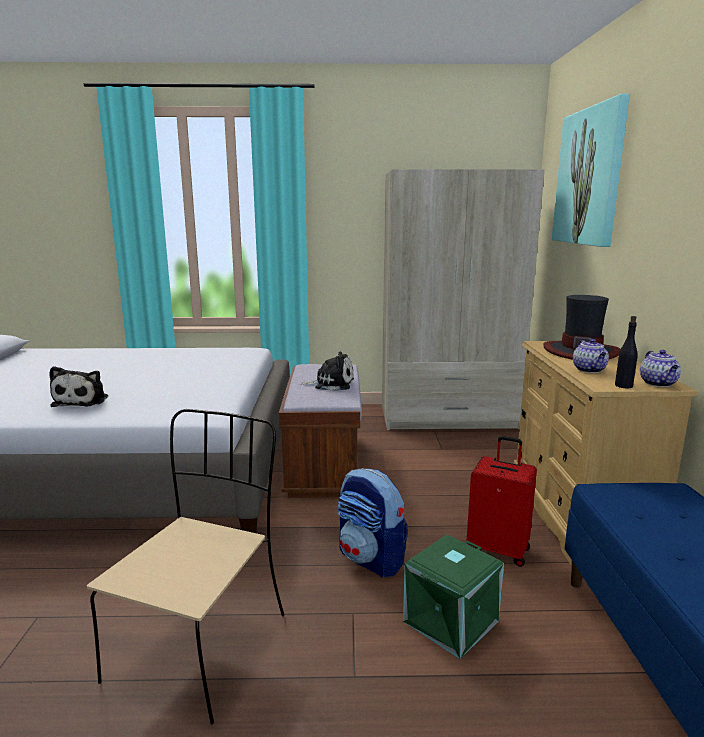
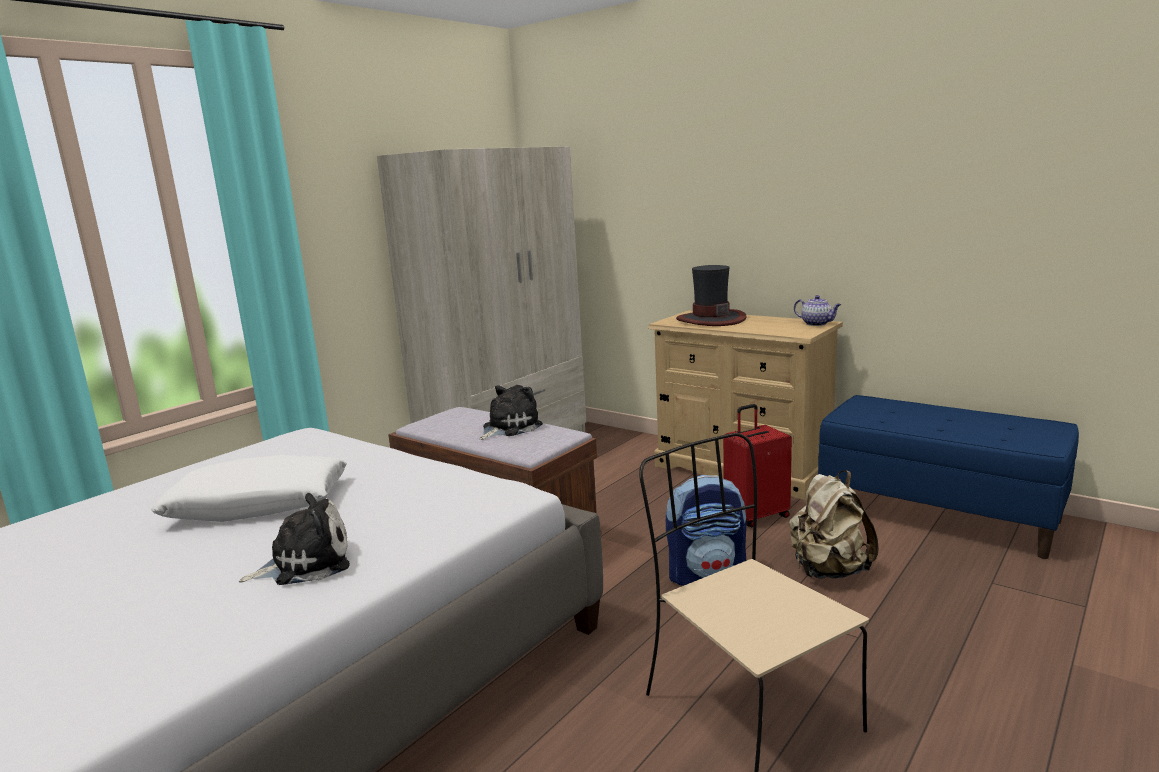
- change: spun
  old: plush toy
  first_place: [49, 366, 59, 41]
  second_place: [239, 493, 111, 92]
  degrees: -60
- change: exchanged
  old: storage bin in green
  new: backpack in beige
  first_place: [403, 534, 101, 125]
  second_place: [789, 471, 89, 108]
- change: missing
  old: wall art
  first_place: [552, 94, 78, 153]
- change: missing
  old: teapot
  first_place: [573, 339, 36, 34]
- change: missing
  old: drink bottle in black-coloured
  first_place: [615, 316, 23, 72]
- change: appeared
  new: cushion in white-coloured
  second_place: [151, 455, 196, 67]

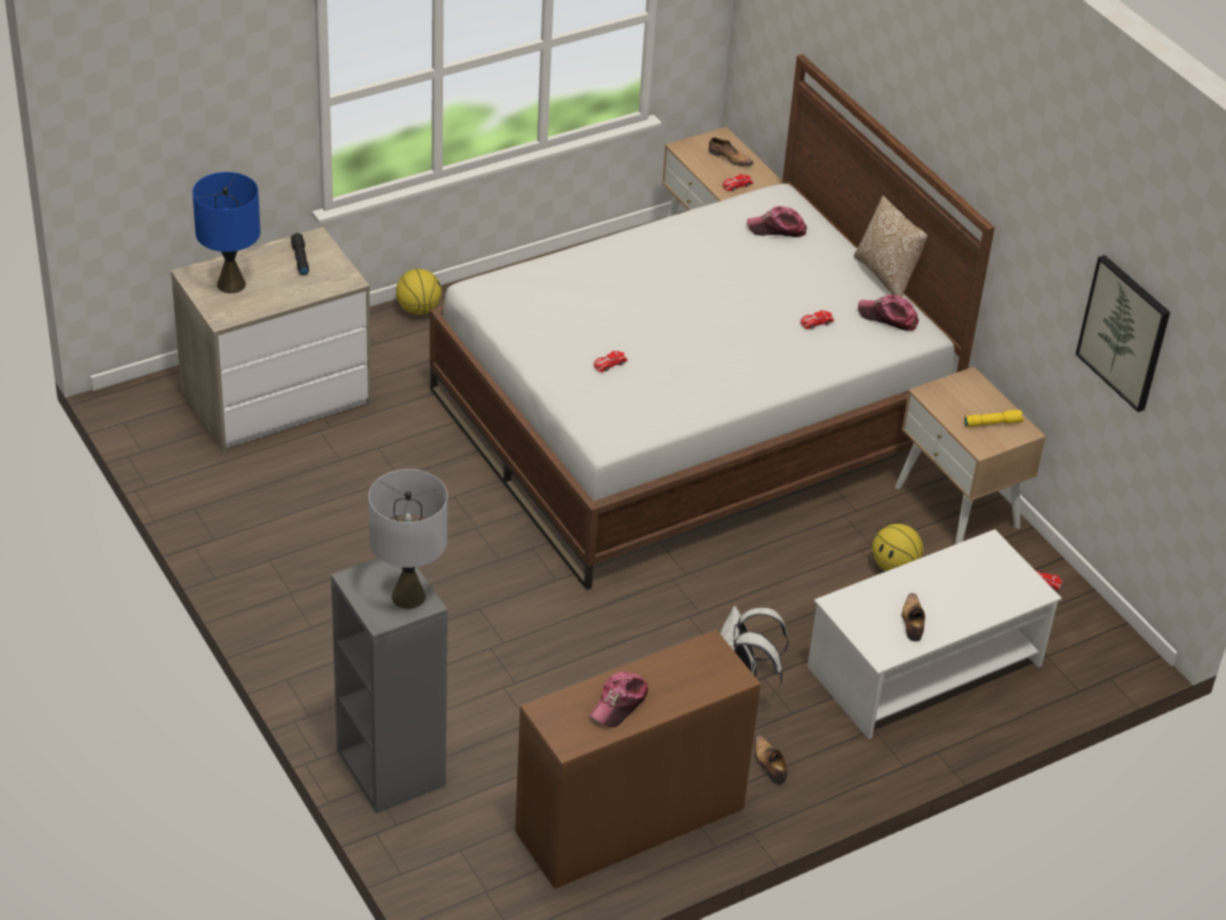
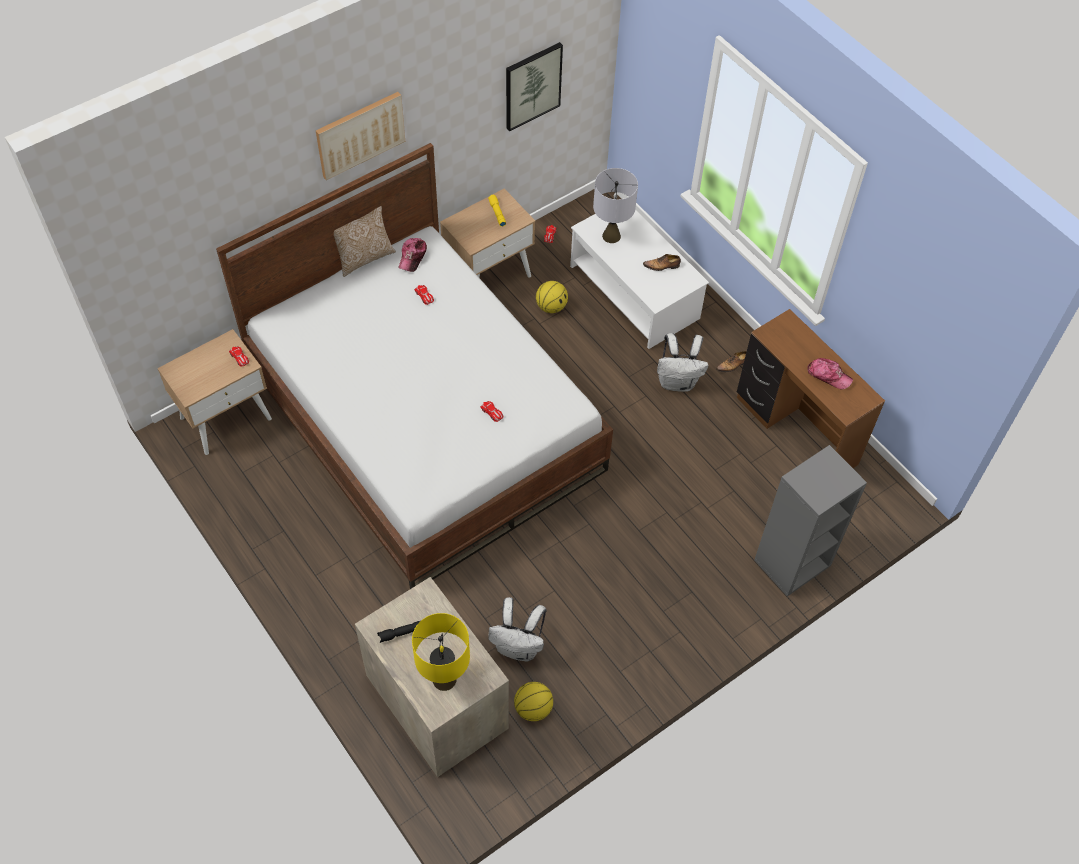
- change: colour
  old: tabletop lamp in bluish
  new: tabletop lamp in yellow-coloured
  first_place: [192, 172, 69, 121]
  second_place: [412, 613, 58, 78]
- change: relocated
  old: tabletop lamp in greyish
  first_place: [369, 469, 79, 140]
  second_place: [593, 168, 45, 75]
- change: relocated
  old: basketball ball
  first_place: [396, 269, 46, 46]
  second_place: [514, 682, 39, 39]
- change: missing
  old: low shoe
  first_place: [709, 137, 44, 29]
- change: missing
  old: peaked cap
  first_place: [747, 206, 60, 31]
- change: appeared
  new: wall art
  second_place: [316, 92, 89, 88]
- change: appeared
  new: backpack in white-coloured
  second_place: [488, 597, 59, 65]

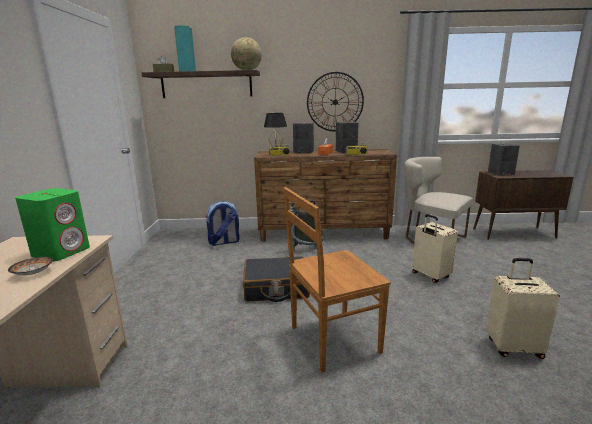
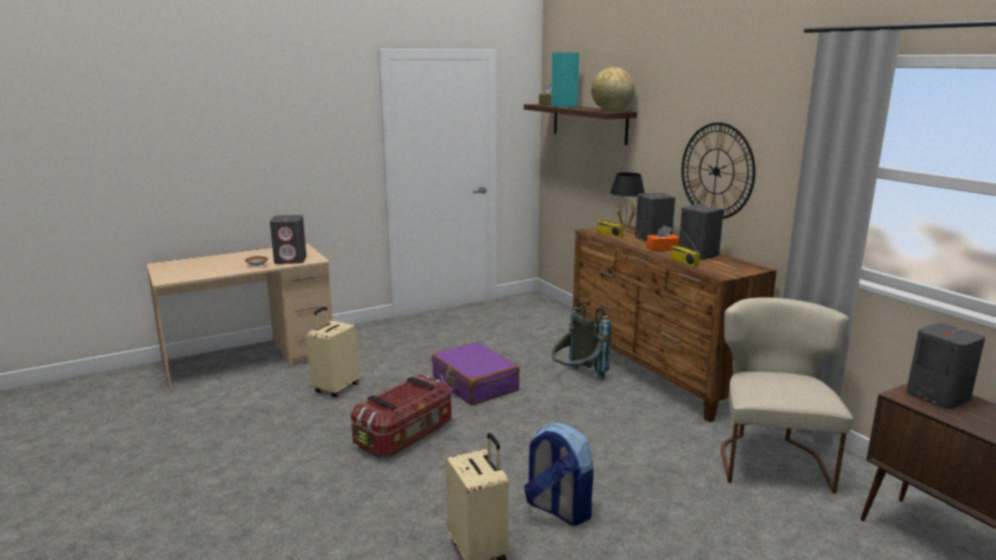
- change: colour
  old: speaker in green
  new: speaker in greyish
  first_place: [15, 188, 75, 74]
  second_place: [270, 215, 37, 49]
- change: relocated
  old: backpack
  first_place: [206, 201, 34, 45]
  second_place: [524, 423, 69, 103]
- change: colour
  old: travel case in black-coloured
  new: travel case in purple-coloured
  first_place: [243, 256, 67, 46]
  second_place: [432, 342, 88, 64]
- change: exchanged
  old: chair in brown-coloured
  new: storage bin
  first_place: [284, 187, 107, 186]
  second_place: [351, 374, 101, 84]
- change: relocated
  old: travel case in beige
  first_place: [412, 214, 46, 69]
  second_place: [307, 307, 52, 90]

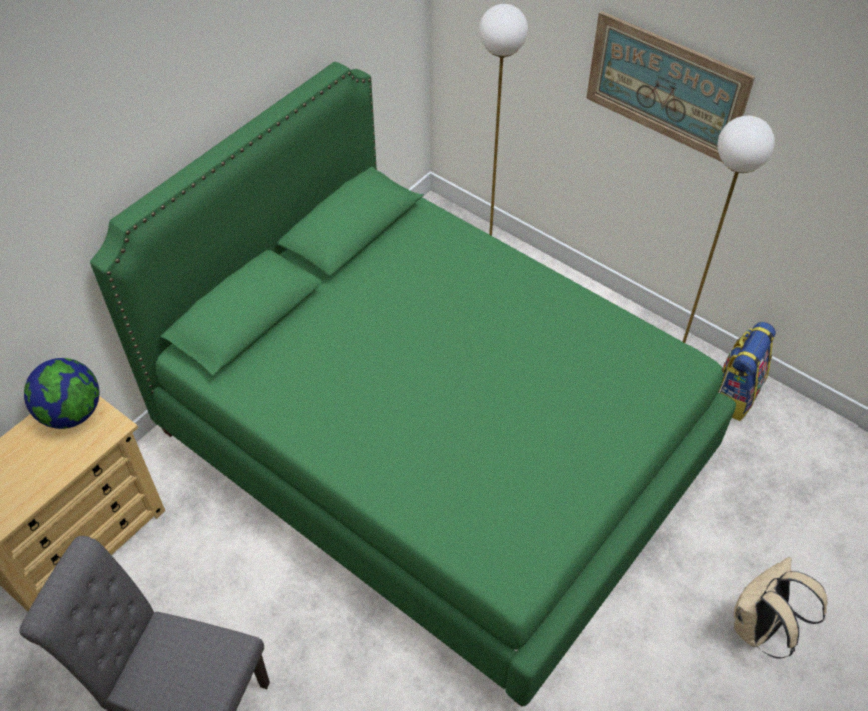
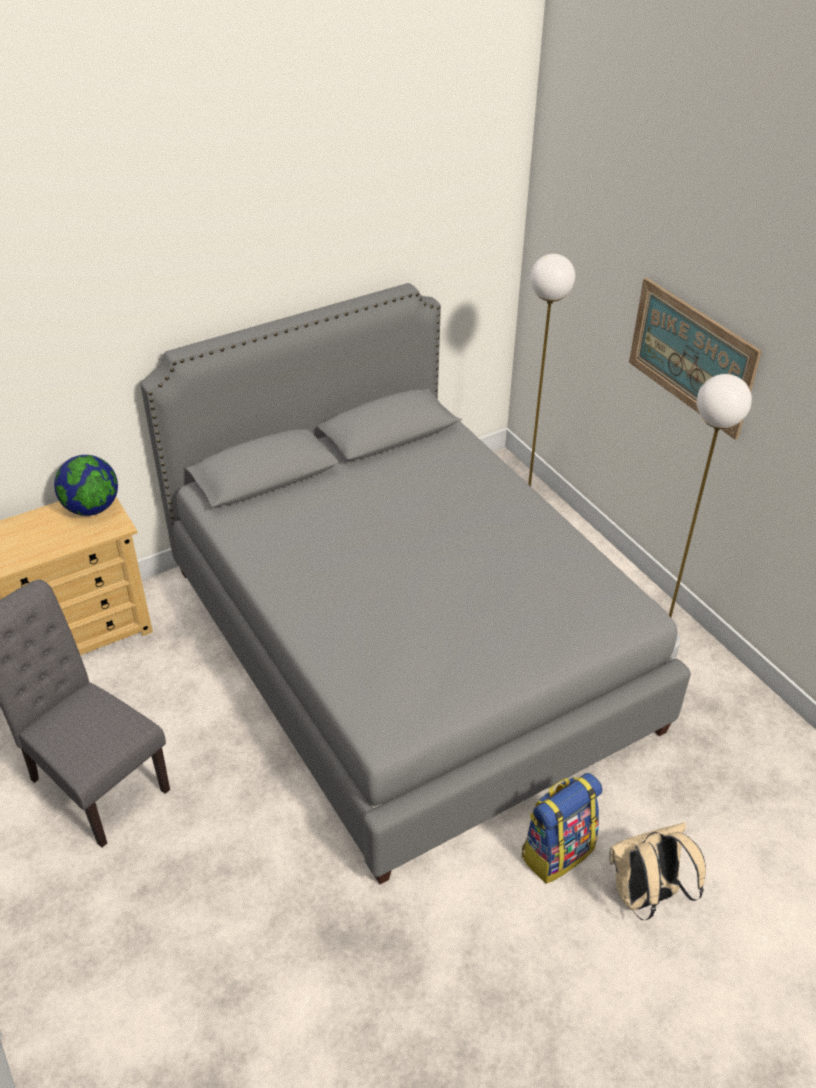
- change: colour
  old: bed in green
  new: bed in greyish
  first_place: [90, 62, 646, 645]
  second_place: [140, 283, 551, 601]
- change: relocated
  old: backpack
  first_place: [717, 322, 59, 99]
  second_place: [522, 773, 80, 111]

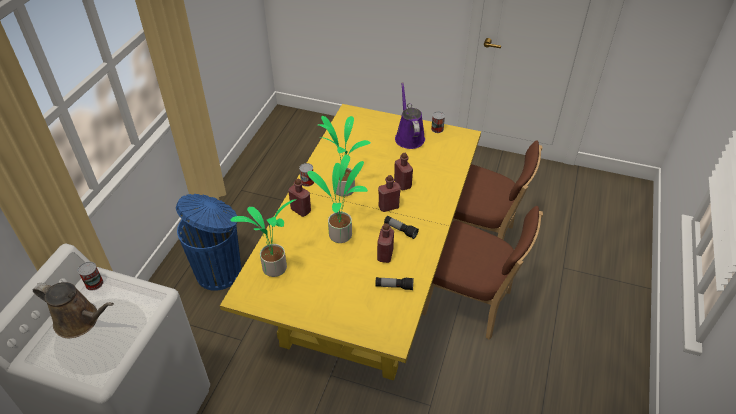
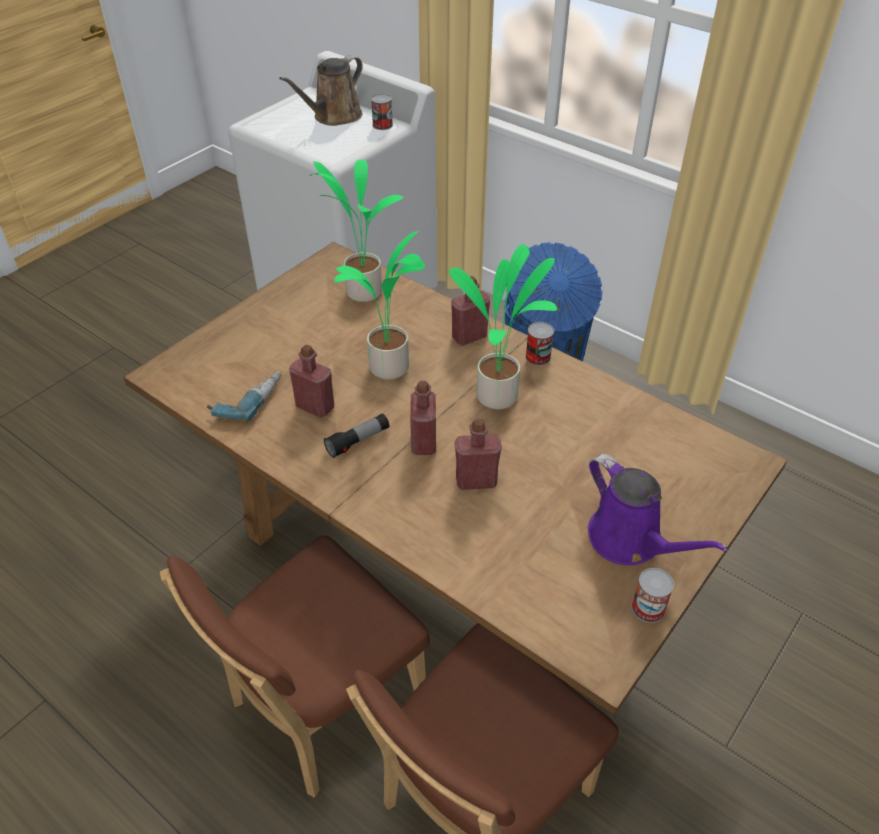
- change: colour
  old: dining table in yellow-coloured
  new: dining table in brown-coloured
  first_place: [220, 104, 261, 276]
  second_place: [123, 242, 664, 473]
- change: exchanged
  old: hand torch
  new: power drill
  first_place: [375, 277, 39, 13]
  second_place: [207, 371, 74, 51]
- change: spun
  old: watering can in purple-coloured
  first_place: [395, 82, 30, 67]
  second_place: [588, 454, 140, 111]
  degrees: 45

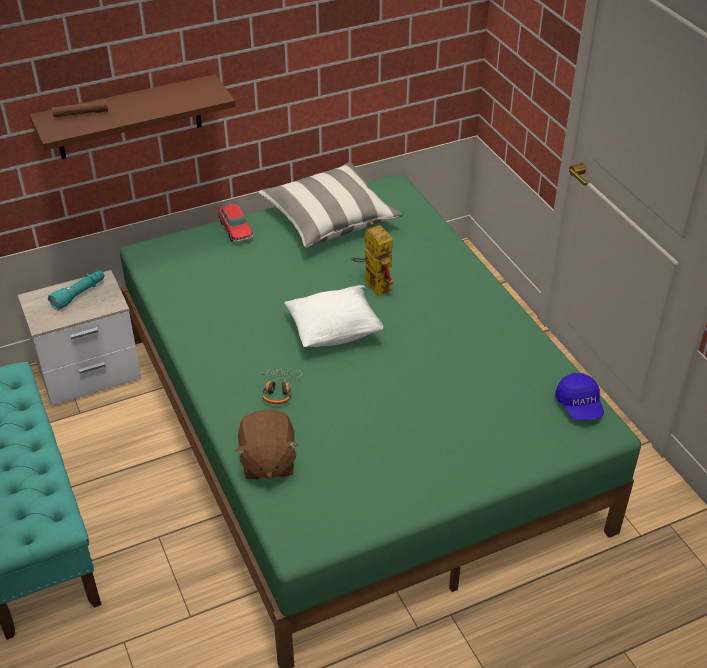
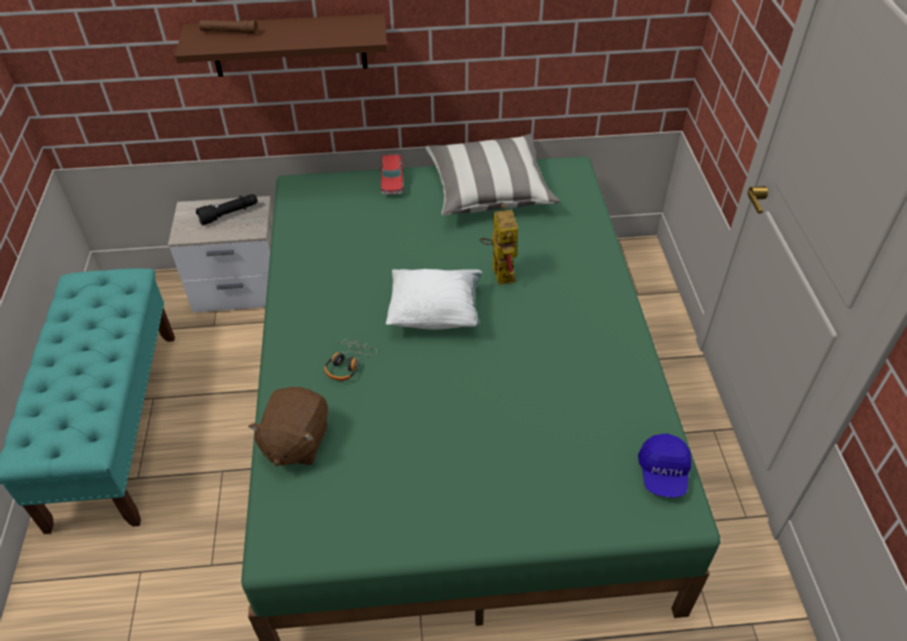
- change: colour
  old: hand torch in blue-green
  new: hand torch in black-coloured
  first_place: [48, 270, 57, 40]
  second_place: [196, 194, 62, 31]

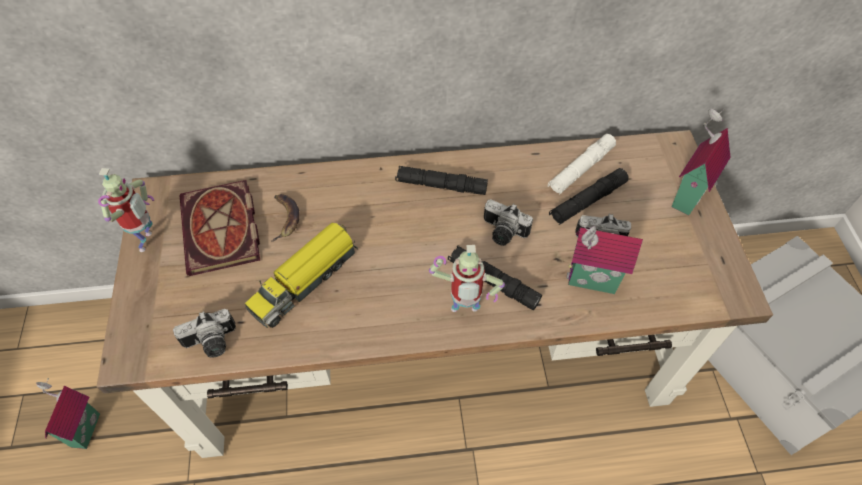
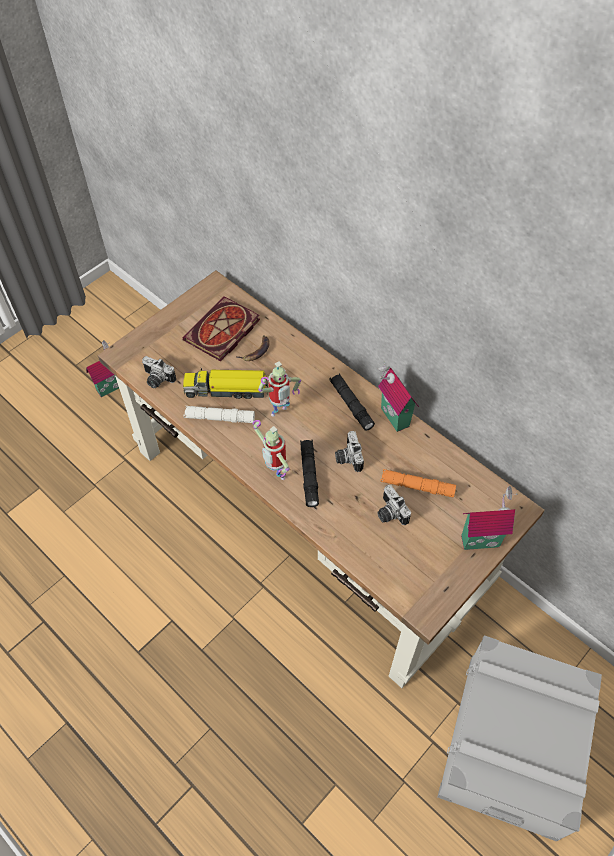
- change: relocated
  old: toy robot
  first_place: [98, 168, 56, 84]
  second_place: [258, 361, 43, 55]
- change: relocated
  old: hand torch in white-coloured
  first_place: [548, 134, 68, 61]
  second_place: [183, 406, 72, 17]
- change: colour
  old: hand torch in black-coloured
  new: hand torch in orange-coloured
  first_place: [549, 168, 80, 57]
  second_place: [380, 469, 76, 29]
- change: relocated
  old: toy house
  first_place: [566, 225, 77, 69]
  second_place: [378, 361, 41, 71]

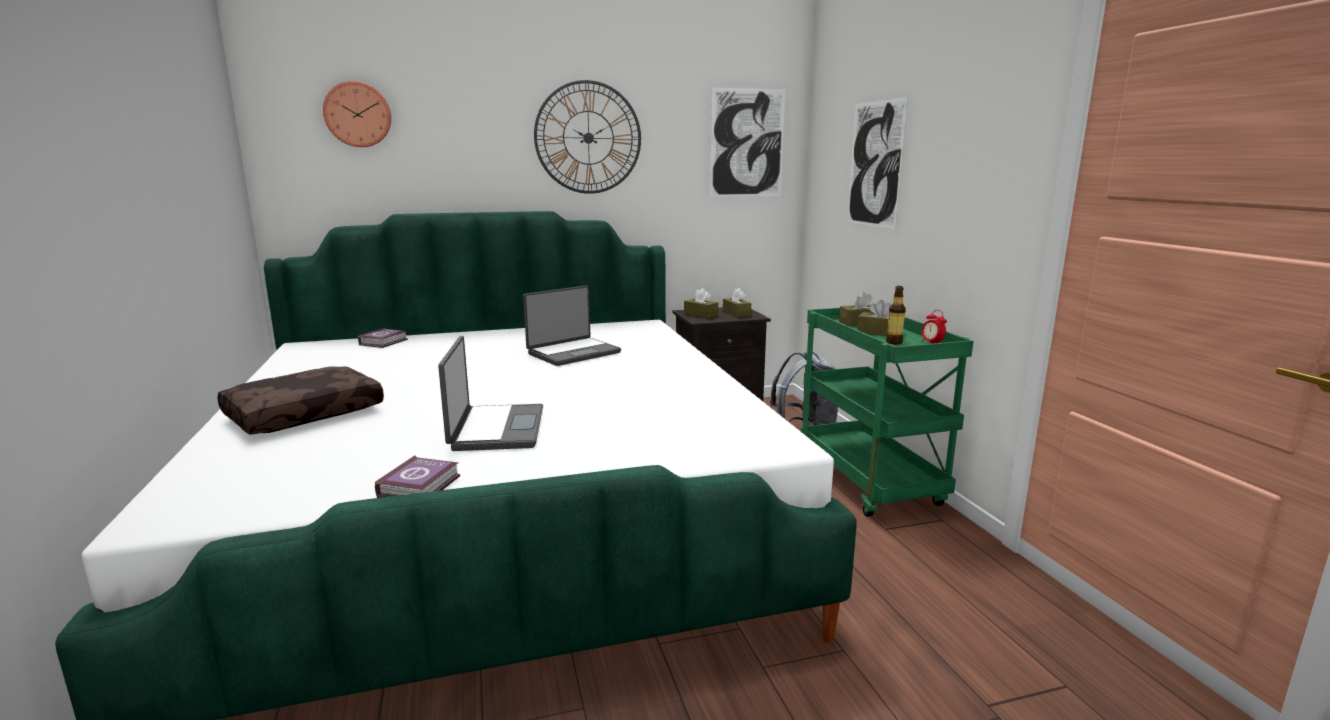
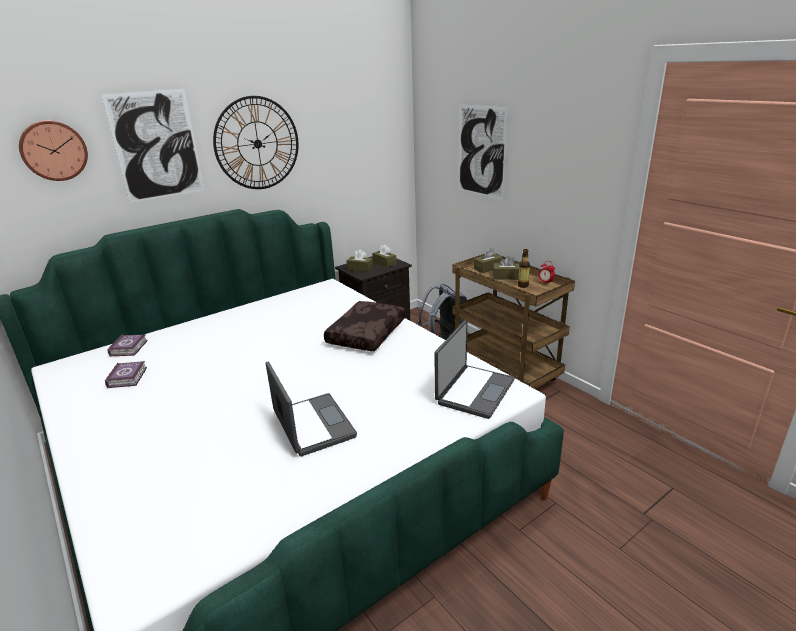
- change: relocated
  old: cushion in brown-coloured
  first_place: [217, 366, 167, 69]
  second_place: [324, 301, 81, 50]
- change: relocated
  old: volume
  first_place: [375, 456, 85, 42]
  second_place: [105, 361, 42, 27]
- change: relocated
  old: portable computer
  first_place: [523, 286, 98, 80]
  second_place: [434, 320, 81, 99]
- change: relocated
  old: wall art
  first_place: [710, 88, 75, 109]
  second_place: [101, 89, 103, 114]
- change: colour
  old: wheeled cart in green
  new: wheeled cart in brown-coloured
  first_place: [801, 308, 172, 209]
  second_place: [452, 254, 123, 135]

